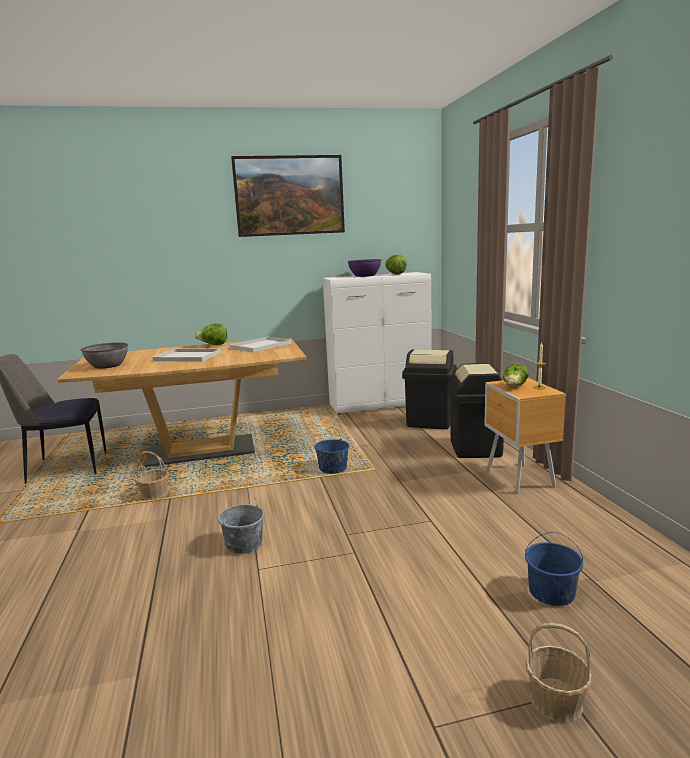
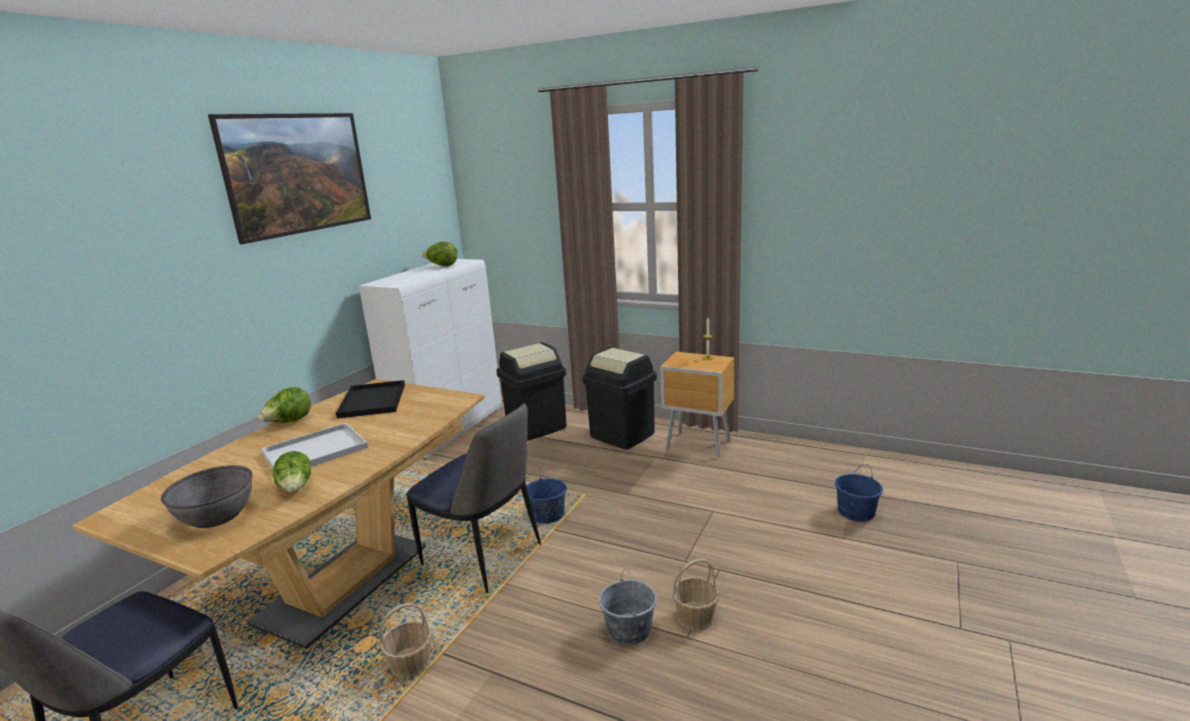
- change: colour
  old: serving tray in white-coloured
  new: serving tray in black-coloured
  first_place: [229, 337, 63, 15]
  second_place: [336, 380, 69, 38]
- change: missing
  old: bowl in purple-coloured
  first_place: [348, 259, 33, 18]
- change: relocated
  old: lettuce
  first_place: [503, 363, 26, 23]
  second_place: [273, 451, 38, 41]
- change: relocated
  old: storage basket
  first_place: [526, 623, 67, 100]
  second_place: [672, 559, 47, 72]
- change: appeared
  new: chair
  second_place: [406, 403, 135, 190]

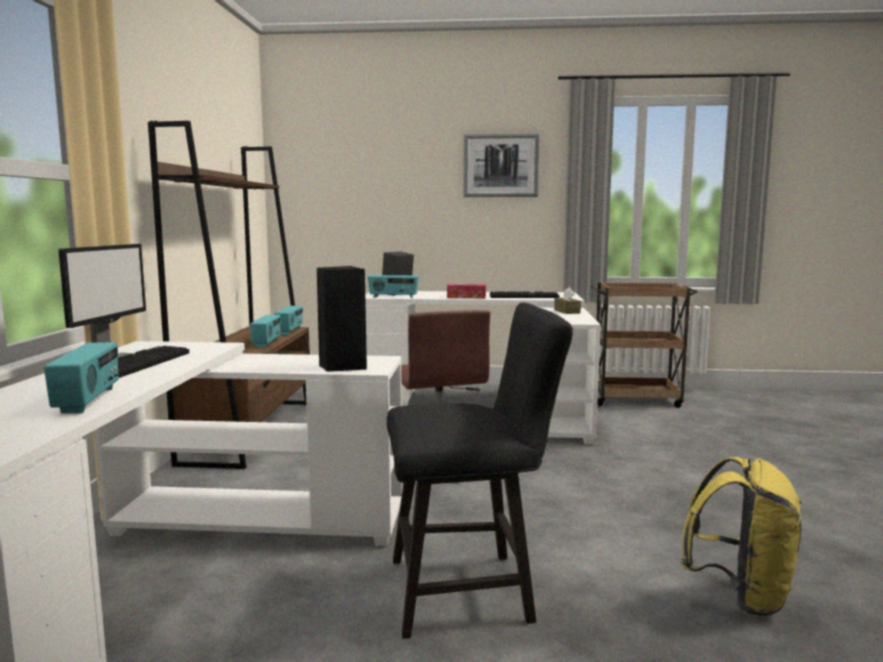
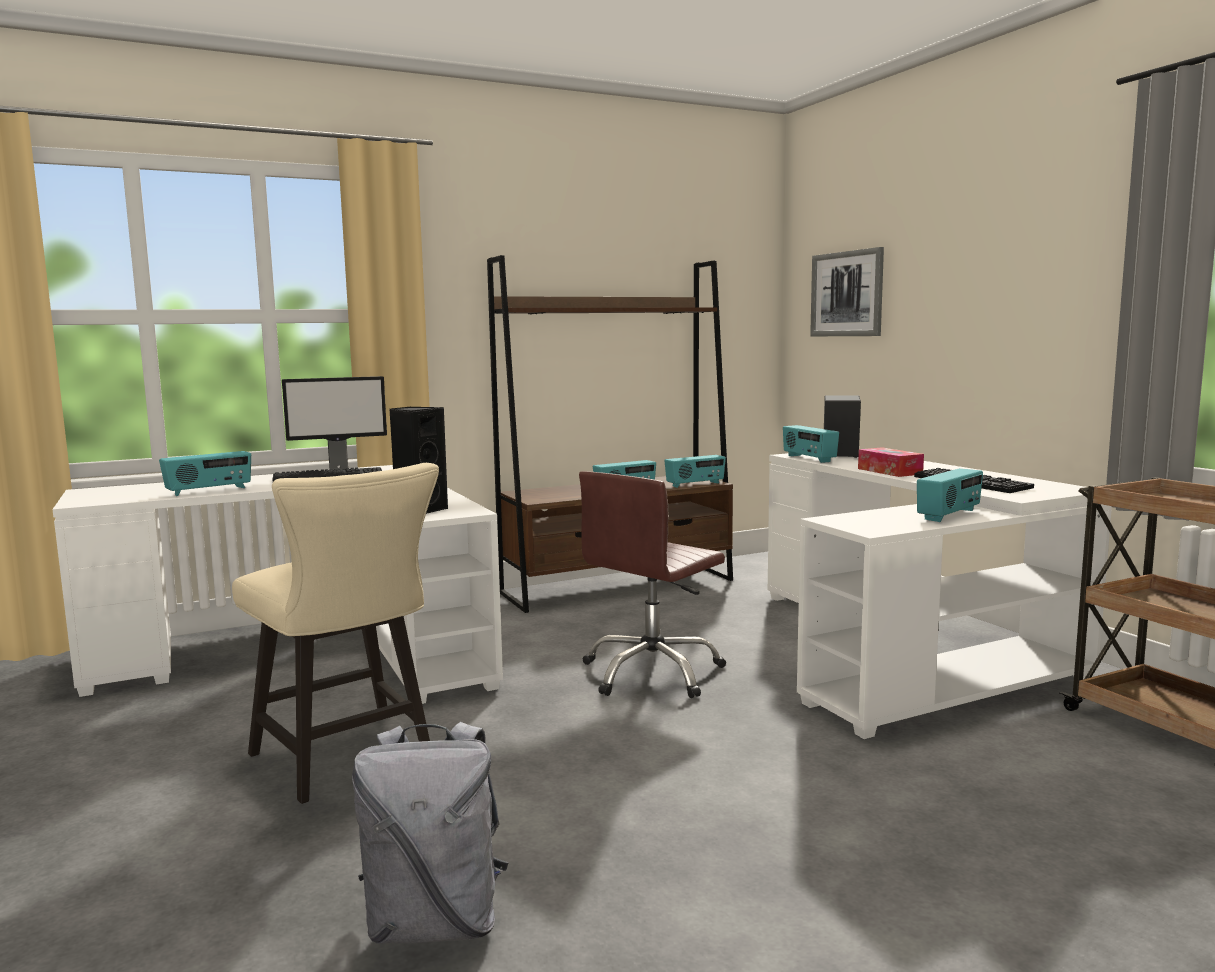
- change: colour
  old: chair in black-coloured
  new: chair in beige
  first_place: [387, 303, 186, 336]
  second_place: [232, 463, 207, 341]
- change: relocated
  old: wall art
  first_place: [463, 133, 76, 64]
  second_place: [810, 247, 74, 89]
- change: exchanged
  old: box of tissues in brown-coloured
  new: radio
  first_place: [554, 287, 27, 27]
  second_place: [917, 468, 66, 54]
- change: colour
  old: backpack in yellow-coloured
  new: backpack in greyish
  first_place: [681, 457, 121, 160]
  second_place: [352, 722, 156, 222]

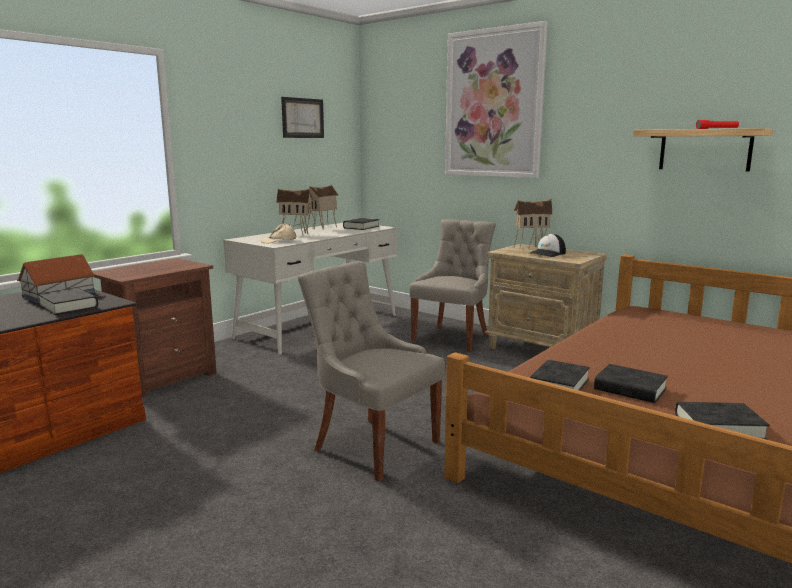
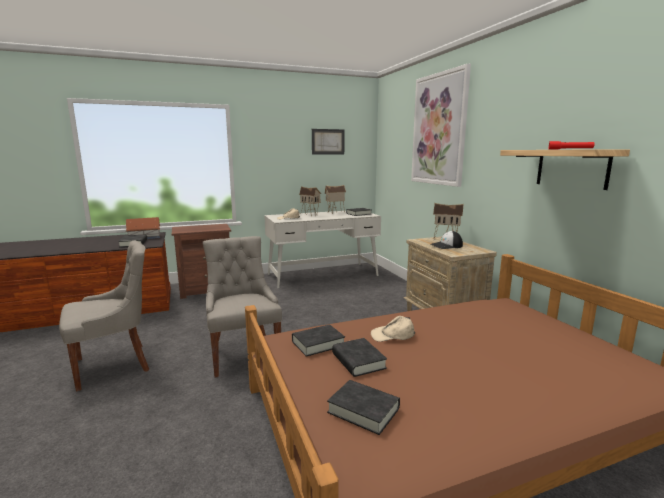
- change: relocated
  old: chair in greyish
  first_place: [409, 219, 87, 133]
  second_place: [59, 241, 90, 150]
- change: appeared
  new: peaked cap in beige
  second_place: [371, 316, 44, 26]

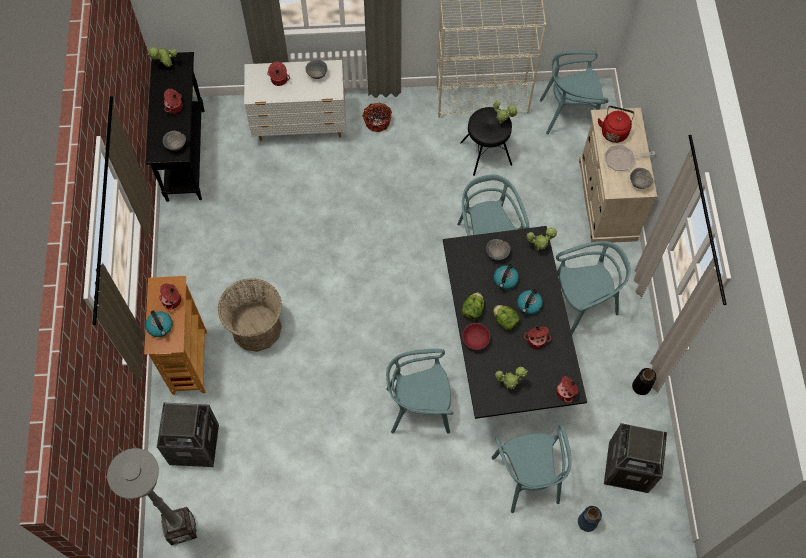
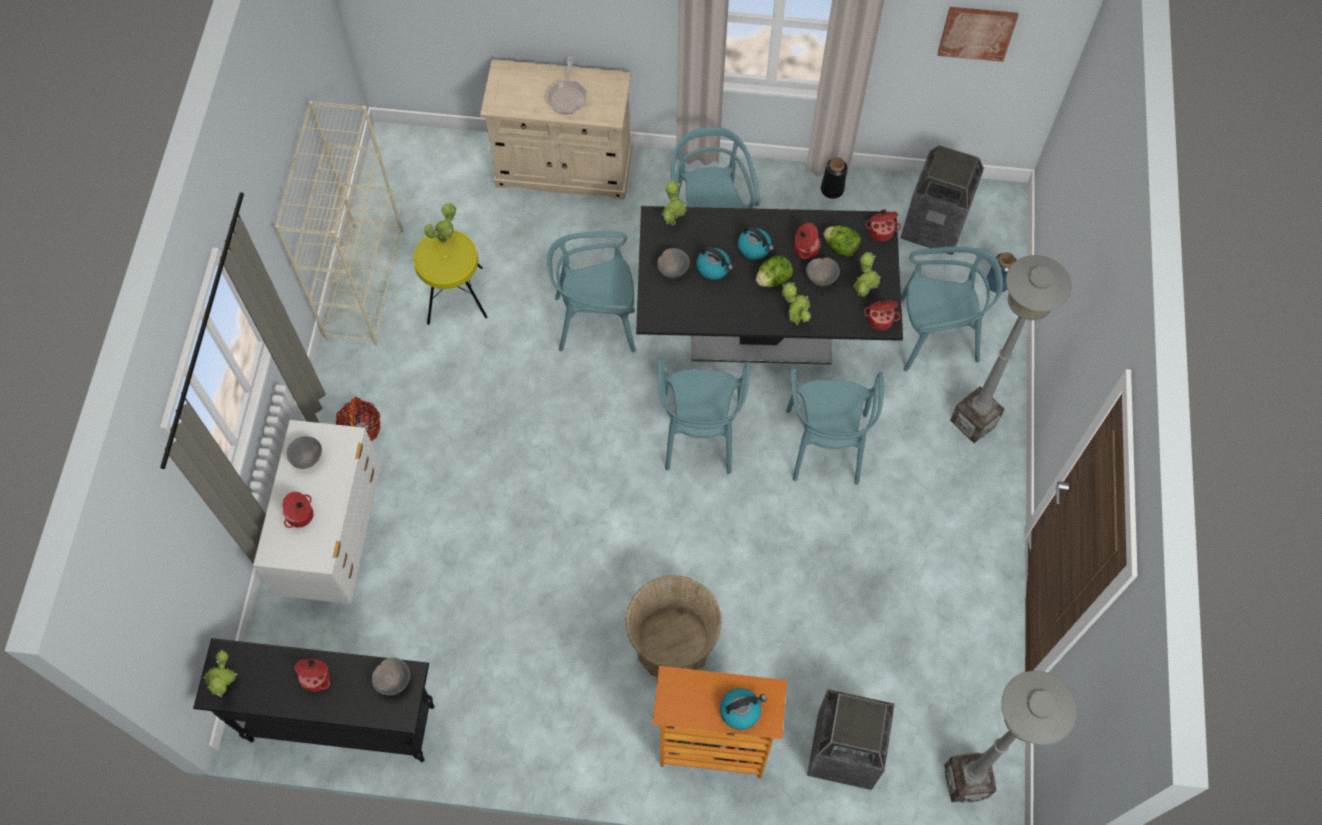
- change: relocated
  old: stockpot
  first_place: [159, 283, 22, 27]
  second_place: [864, 298, 36, 32]
- change: colour
  old: stool in black-coloured
  new: stool in yellow-coloured
  first_place: [460, 107, 52, 69]
  second_place: [413, 230, 74, 95]
- change: relocated
  old: lettuce
  first_place: [461, 293, 23, 27]
  second_place: [824, 225, 37, 32]
- change: exchanged
  old: bowl in red-coloured
  new: houseplant
  first_place: [462, 323, 28, 27]
  second_place: [782, 282, 29, 43]
- change: relocated
  old: chair in blue-green
  first_place: [540, 50, 68, 84]
  second_place: [658, 357, 92, 117]
- change: missing
  old: tea kettle in red-coloured
  first_place: [598, 106, 36, 37]
- change: relocated
  old: bowl in greyish
  first_place: [630, 168, 23, 21]
  second_place: [806, 258, 34, 28]
- change: appeared
  new: wall art
  second_place: [938, 7, 80, 55]
- change: appeared
  new: standing lamp in greyish
  second_place: [950, 255, 121, 188]

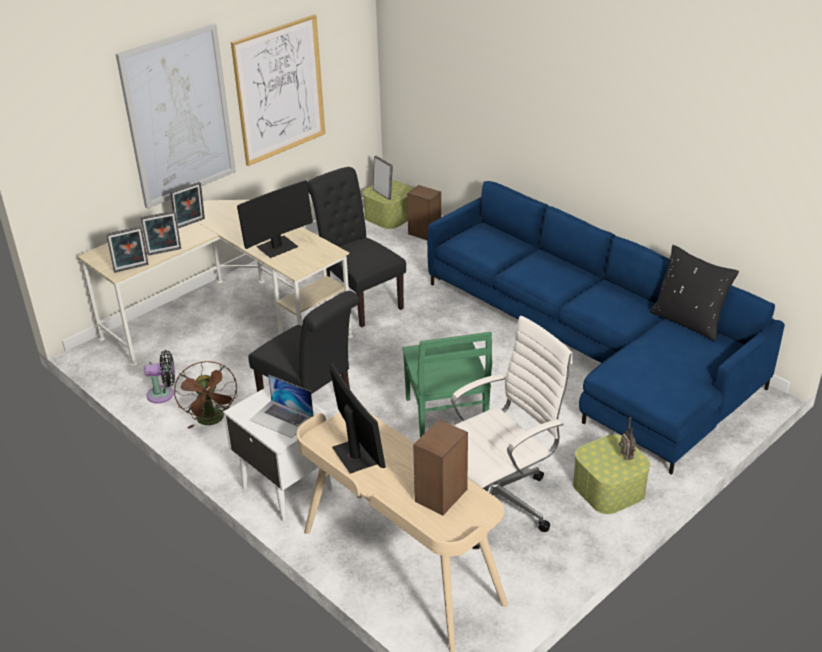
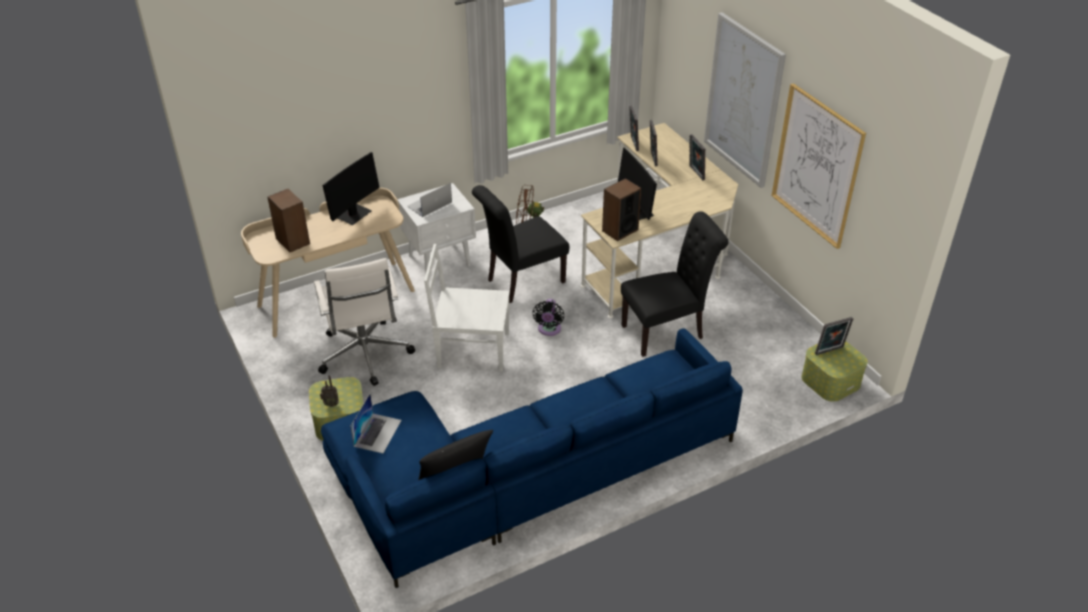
- change: relocated
  old: cooling fan in black-coloured
  first_place: [144, 350, 31, 53]
  second_place: [533, 299, 31, 37]
- change: spun
  old: computer screen
  first_place: [330, 363, 56, 111]
  second_place: [323, 152, 57, 73]
  degrees: -45
- change: colour
  old: chair in green
  new: chair in white-coloured
  first_place: [402, 332, 90, 105]
  second_place: [424, 244, 86, 128]
- change: relocated
  old: speaker
  first_place: [407, 185, 34, 55]
  second_place: [602, 178, 39, 63]
- change: appeared
  new: portable computer
  second_place: [350, 394, 51, 59]

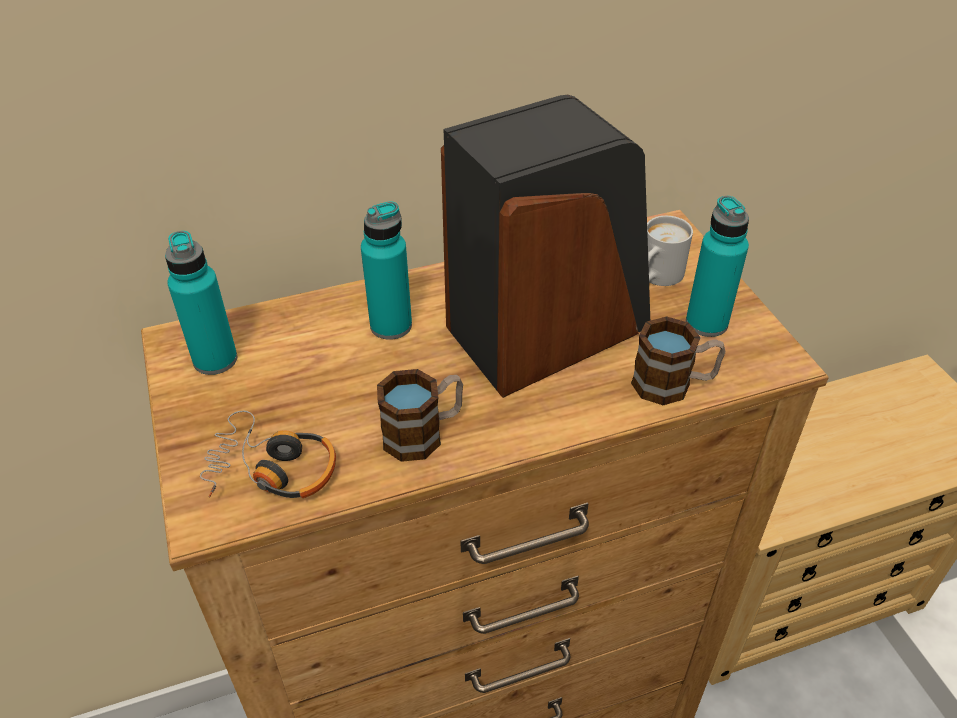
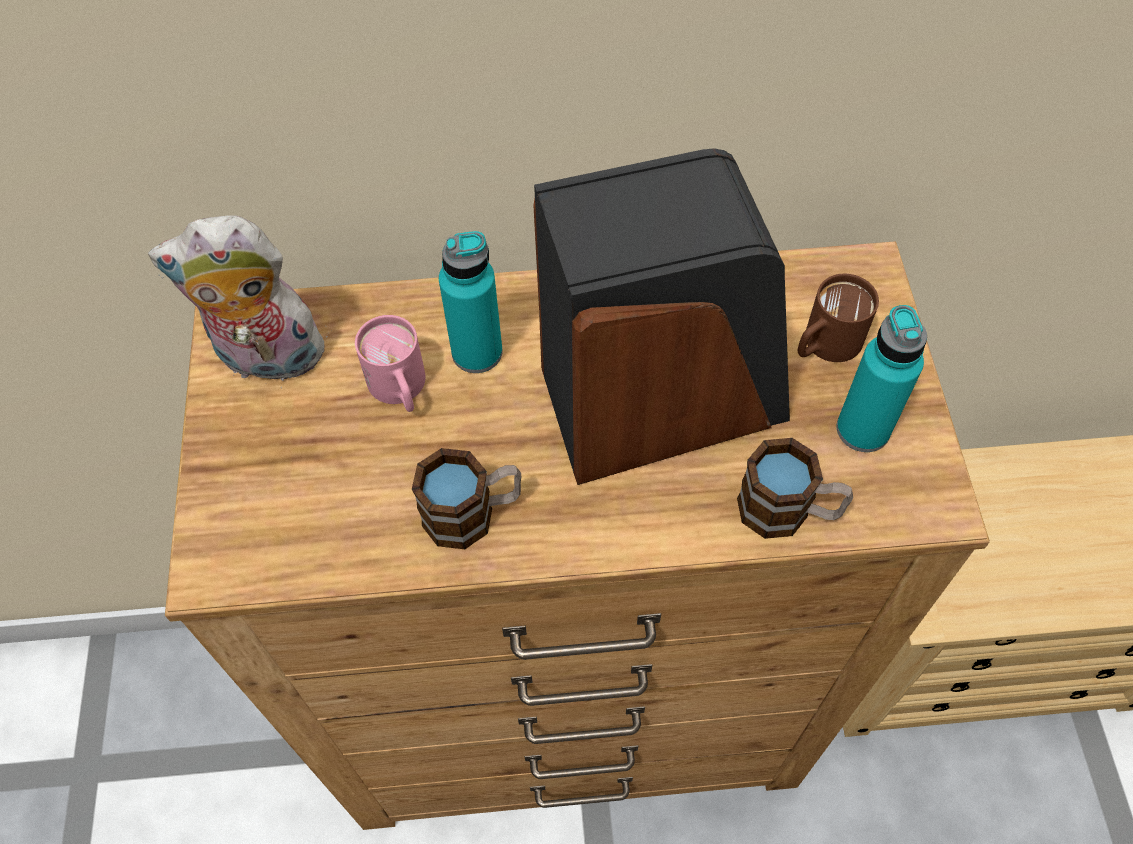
- change: exchanged
  old: drink bottle in blue-green
  new: plush toy
  first_place: [165, 231, 72, 144]
  second_place: [148, 215, 184, 173]
- change: missing
  old: headset
  first_place: [200, 411, 136, 87]
- change: colour
  old: coffee mug in white-coloured
  new: coffee mug in brown-coloured
  first_place: [647, 216, 46, 70]
  second_place: [798, 274, 81, 88]
- change: appeared
  new: coffee mug in pink
  second_place: [355, 315, 71, 97]

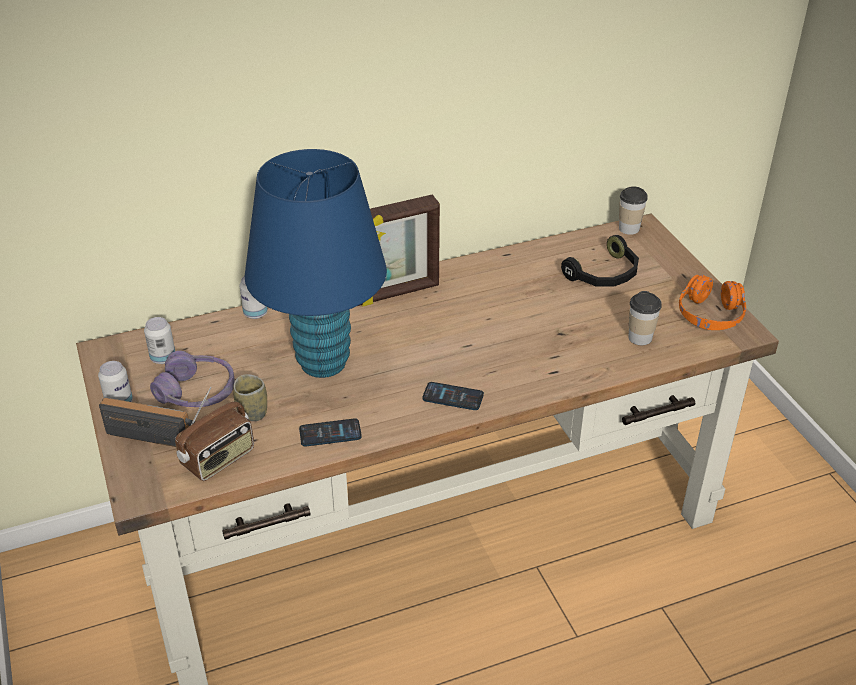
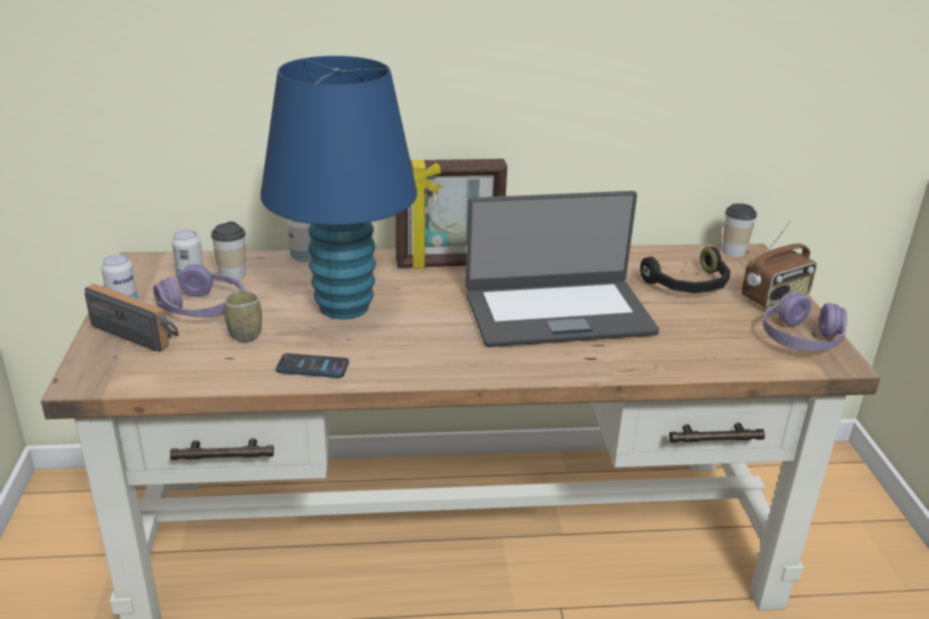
- change: relocated
  old: radio
  first_place: [175, 387, 79, 94]
  second_place: [741, 221, 76, 88]
- change: missing
  old: phone
  first_place: [423, 382, 61, 28]
- change: relocated
  old: cup
  first_place: [628, 291, 34, 54]
  second_place: [211, 222, 35, 59]
- change: colour
  old: headset in orange-coloured
  new: headset in purple-coloured
  first_place: [679, 275, 67, 55]
  second_place: [763, 292, 84, 59]
- change: appeared
  new: portable computer
  second_place: [466, 191, 193, 156]

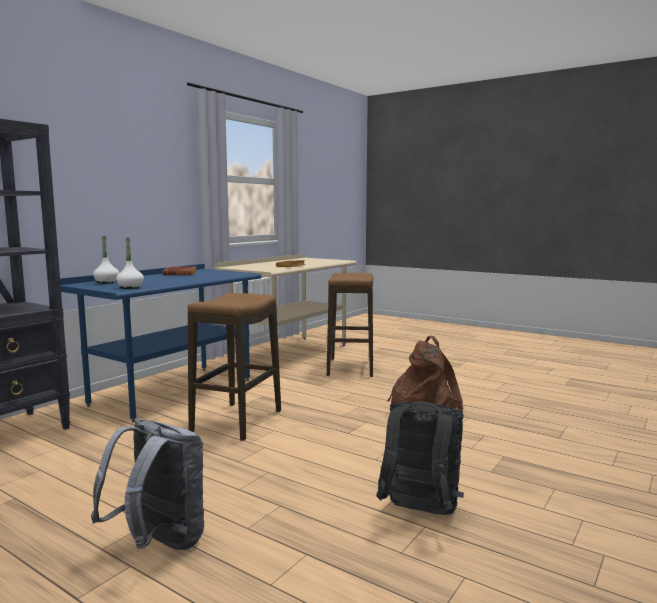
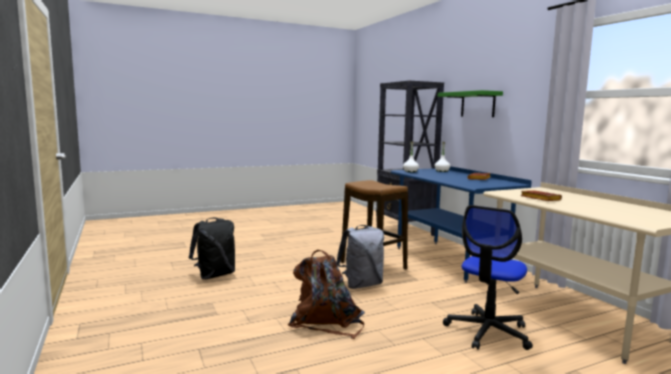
- change: relocated
  old: backpack in greyish
  first_place: [91, 420, 113, 130]
  second_place: [336, 225, 48, 64]
- change: exchanged
  old: stool
  new: office chair
  first_place: [327, 273, 46, 104]
  second_place: [443, 205, 90, 145]
- change: appeared
  new: shelf in green
  second_place: [438, 90, 65, 27]

